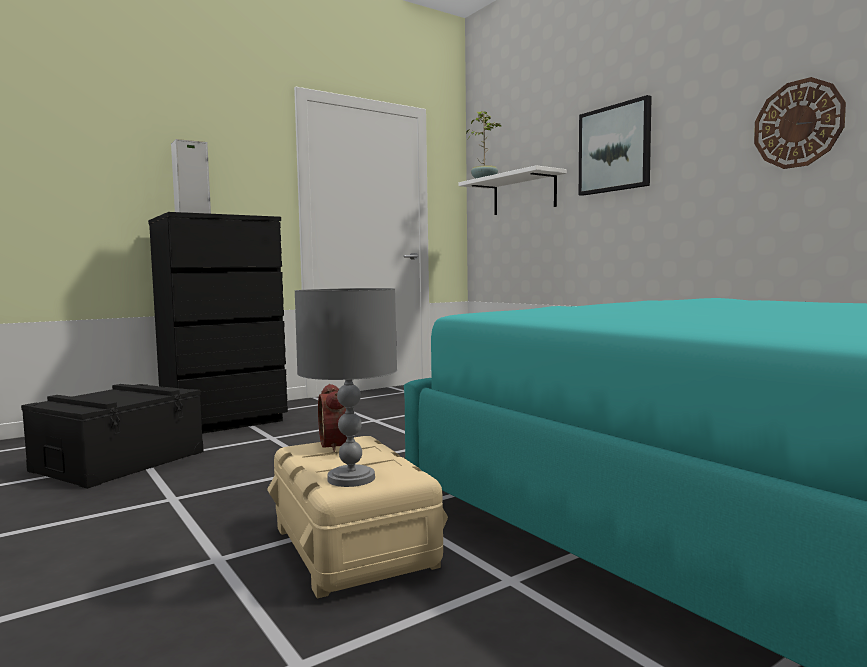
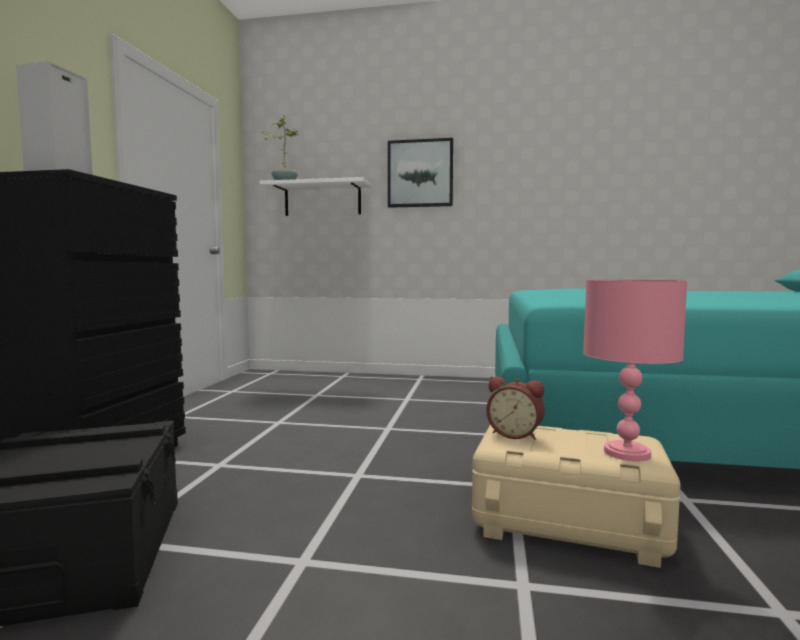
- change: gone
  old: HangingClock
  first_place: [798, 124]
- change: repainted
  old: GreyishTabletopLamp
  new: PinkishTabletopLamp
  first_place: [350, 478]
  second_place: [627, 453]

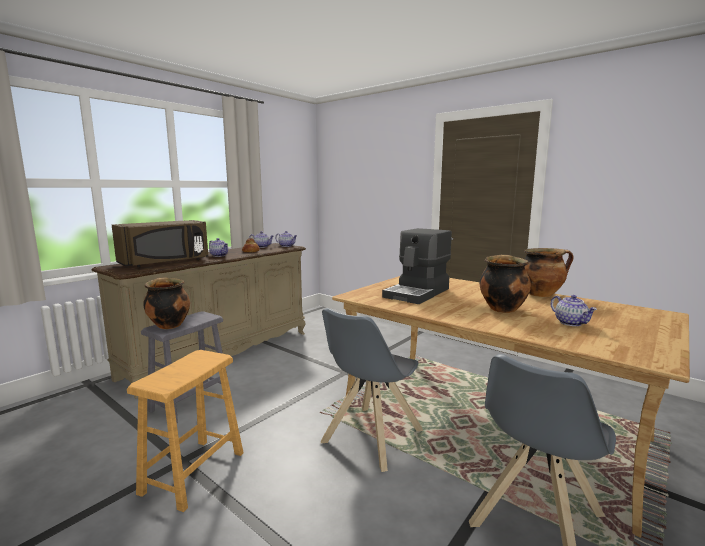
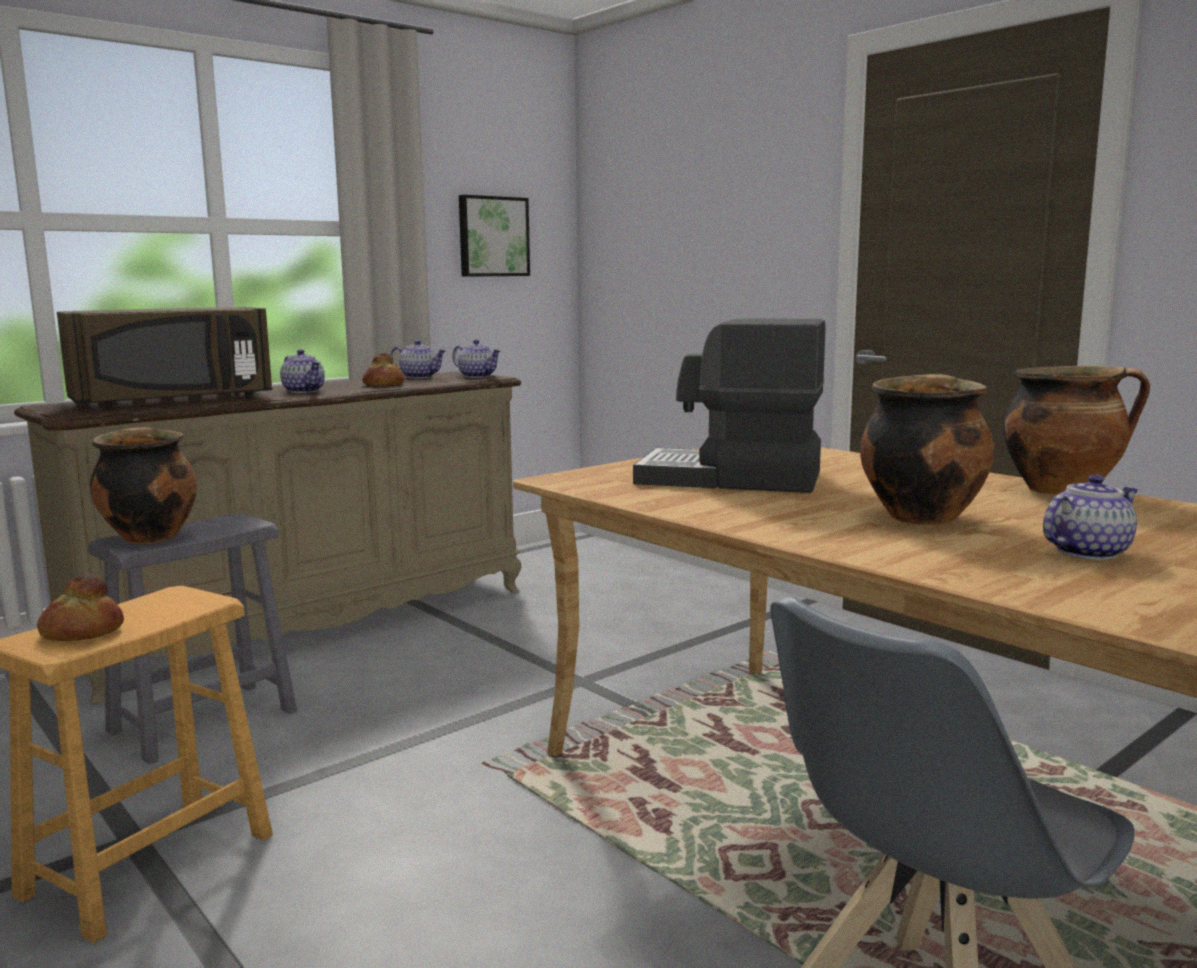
- change: gone
  old: GreyishPlainChair
  first_place: [370, 437]
- change: new
  new: Bread
  second_place: [81, 632]
- change: new
  new: Picture
  second_place: [492, 236]
- change: rotated
  old: CoffeeBrewer
  first_place: [418, 293]
  second_place: [730, 479]
  degrees: 60
- change: rotated
  old: TeaPot
  first_place: [571, 323]
  second_place: [1086, 552]
  degrees: -105

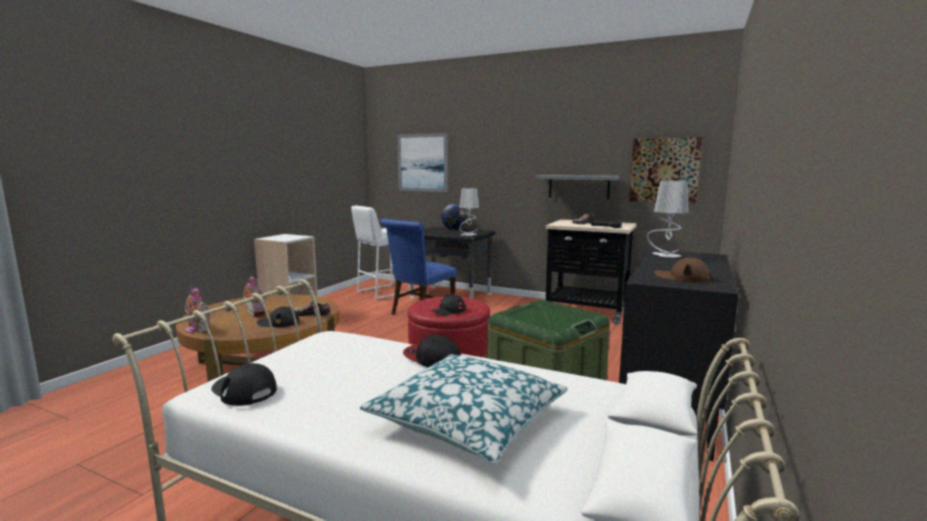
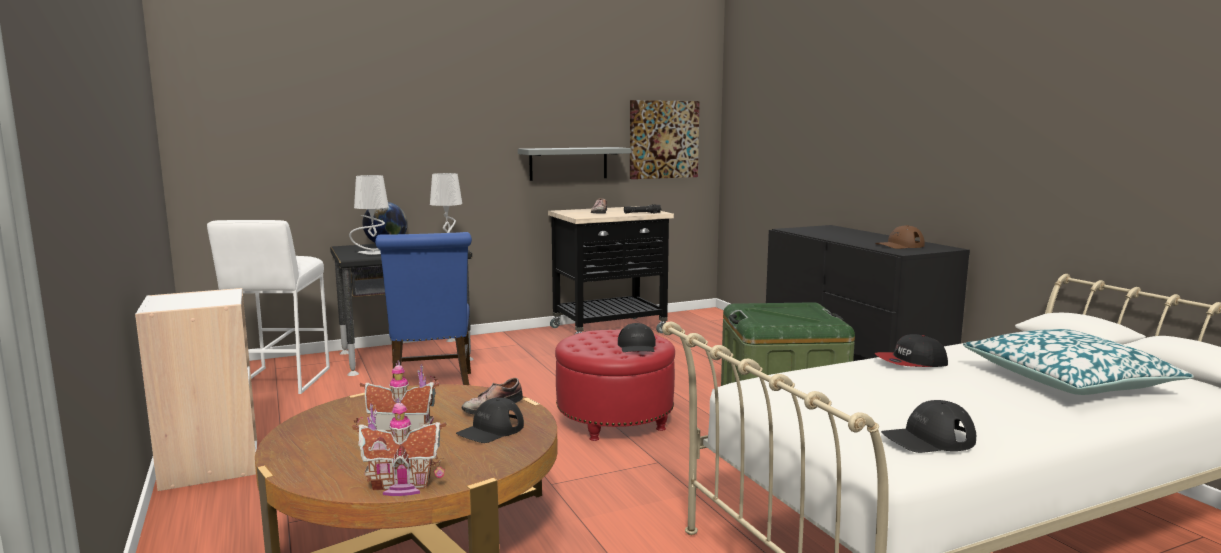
- change: gone
  old: Picture
  first_place: [422, 162]
- change: shifted
  old: GreyishTabletopLamp
  first_place: [665, 256]
  second_place: [372, 253]

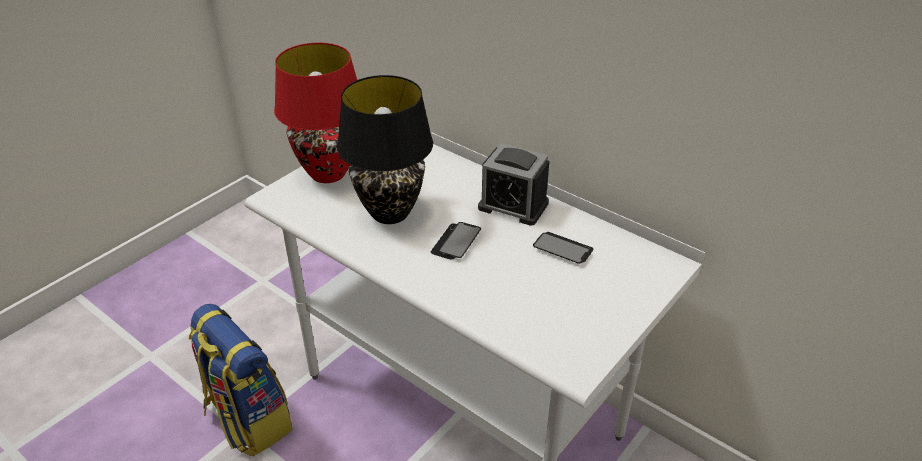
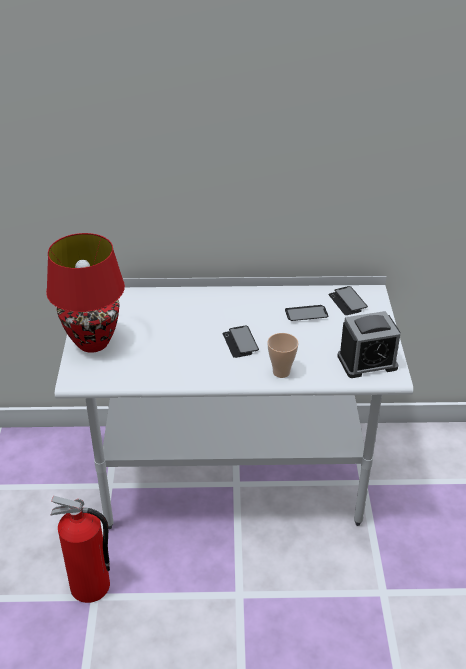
- change: gone
  old: BlackTabletopLamp
  first_place: [391, 213]
- change: new
  new: DrinkingCup
  second_place: [281, 372]
- change: new
  new: Phone
  second_place: [347, 302]
- change: shifted
  old: AlarmClock
  first_place: [513, 205]
  second_place: [367, 362]
- change: swapped
  old: Rucksack
  new: FireExtinguisher
  first_place: [247, 419]
  second_place: [91, 587]

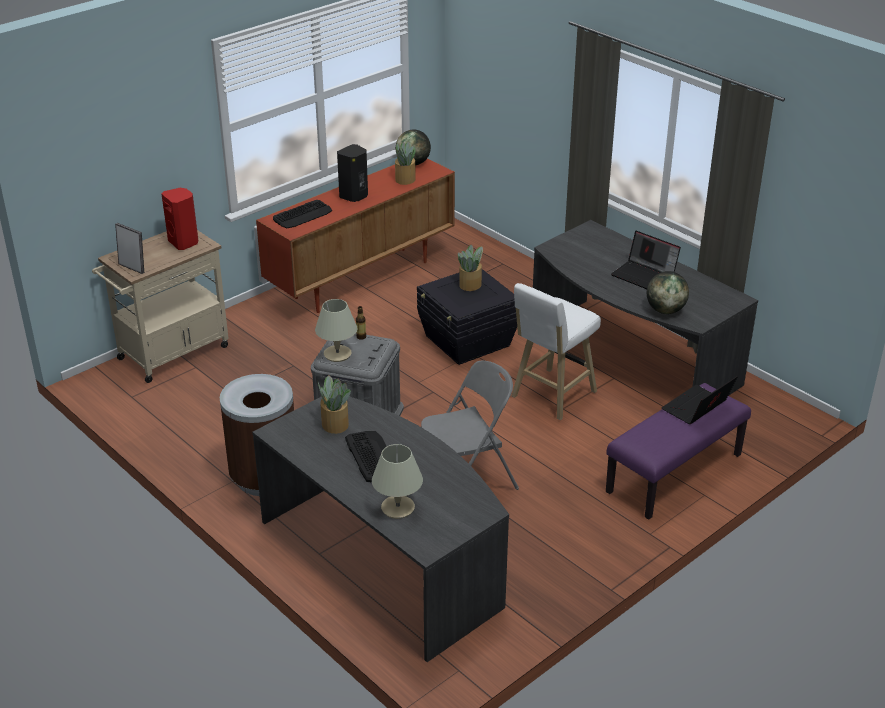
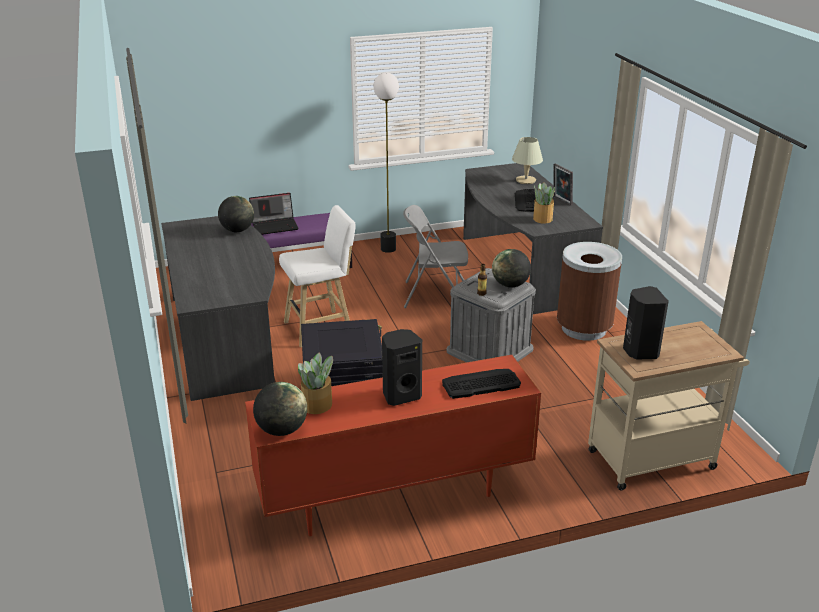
- change: gone
  old: Houseplant
  first_place: [470, 284]
- change: gone
  old: Laptop
  first_place: [645, 276]
- change: new
  new: FloorLamp
  second_place: [388, 249]
- change: shifted
  old: PictureFrame
  first_place: [133, 267]
  second_place: [561, 201]
- change: swapped
  old: SandColouredTabletopLamp
  new: DeskGlobe
  first_place: [337, 354]
  second_place: [510, 285]
- change: repainted
  old: RedColouredLoudspeaker
  new: BlackLoudspeaker
  first_place: [184, 242]
  second_place: [639, 351]

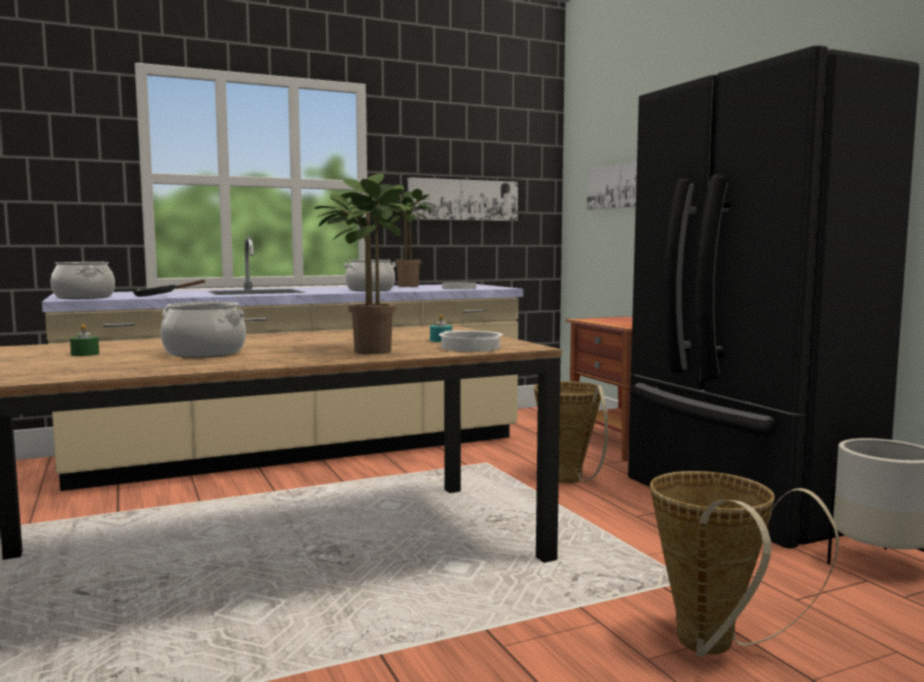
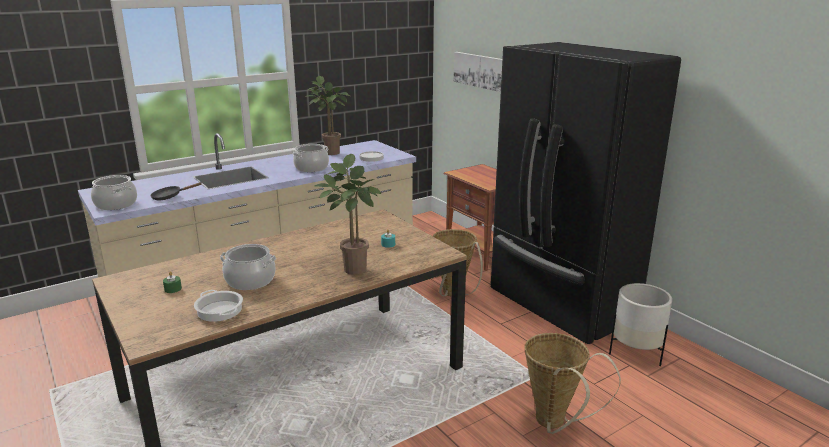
- change: gone
  old: Picture
  first_place: [463, 200]
- change: shifted
  old: Stockpot
  first_place: [471, 348]
  second_place: [220, 310]

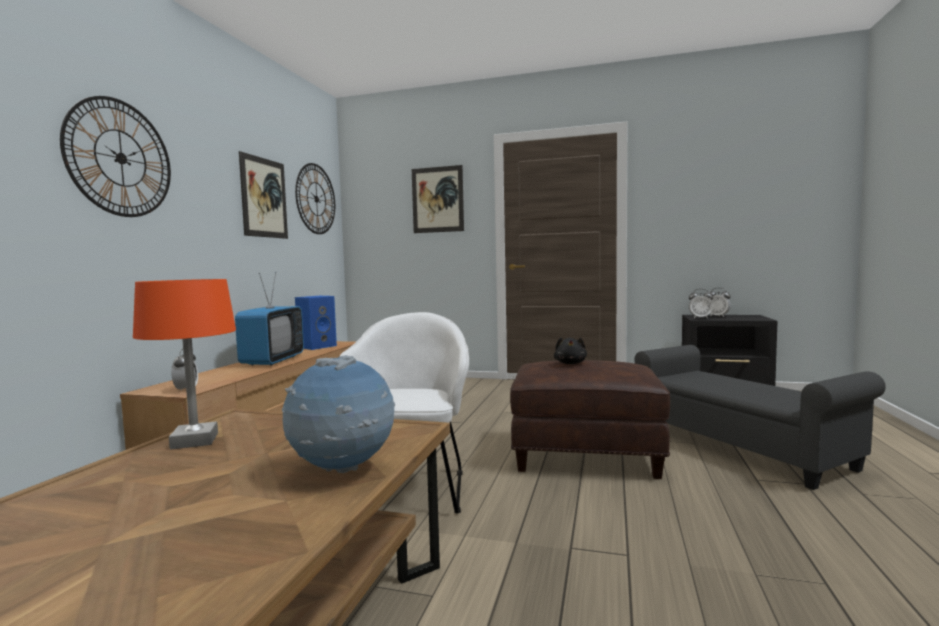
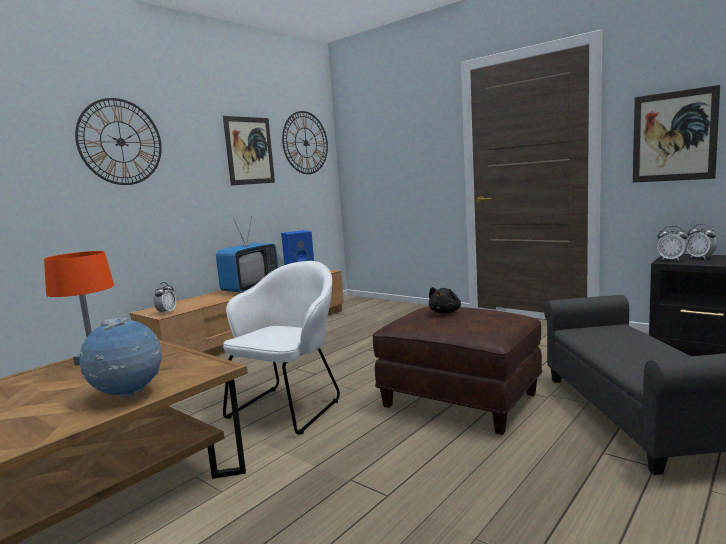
- change: shifted
  old: Picture
  first_place: [437, 199]
  second_place: [673, 136]

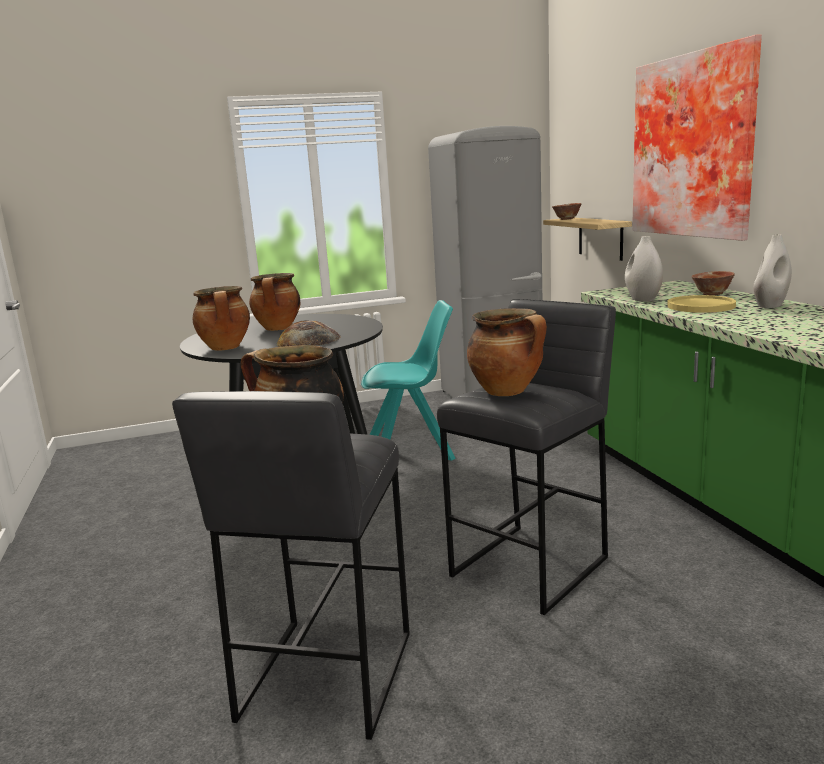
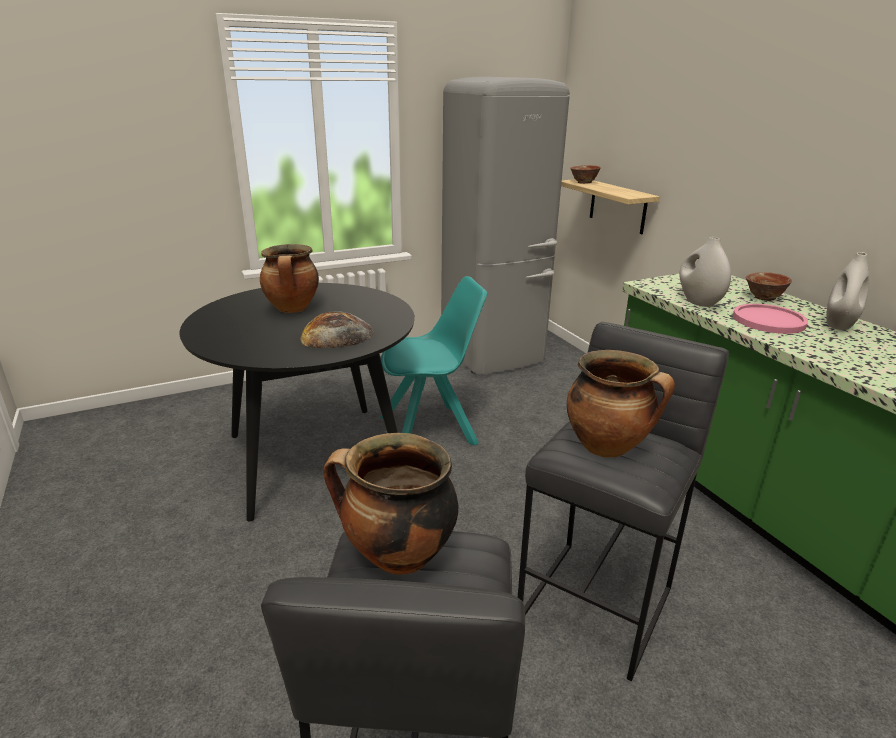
- change: gone
  old: Stockpot
  first_place: [226, 348]
- change: gone
  old: Picture
  first_place: [695, 146]
- change: repainted
  old: YellowishDinnerPlate
  new: PinkishDinnerPlate
  first_place: [701, 306]
  second_place: [768, 320]

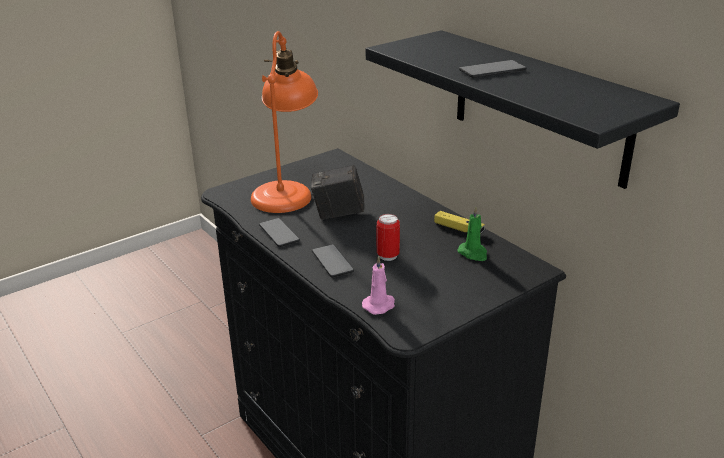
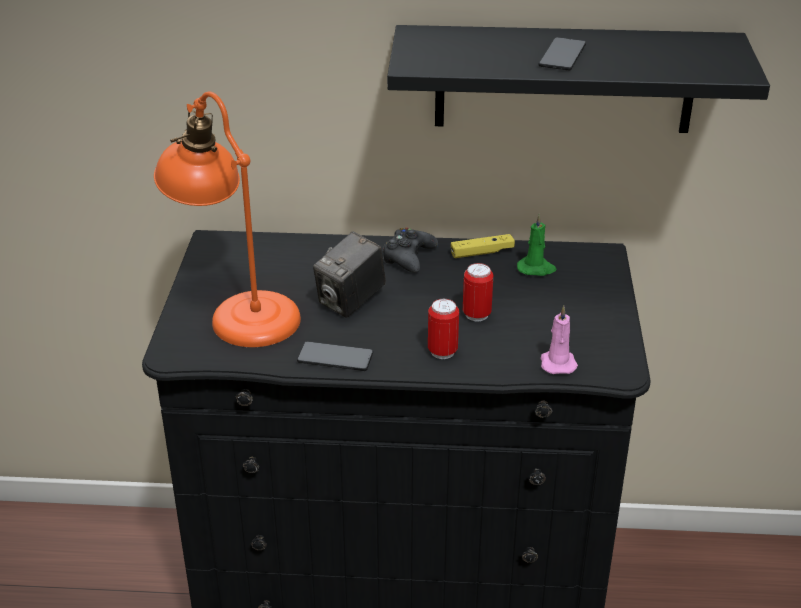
- change: new
  new: BlackJoypad
  second_place: [408, 257]
- change: swapped
  old: Phone
  new: MetalCan
  first_place: [332, 262]
  second_place: [442, 352]

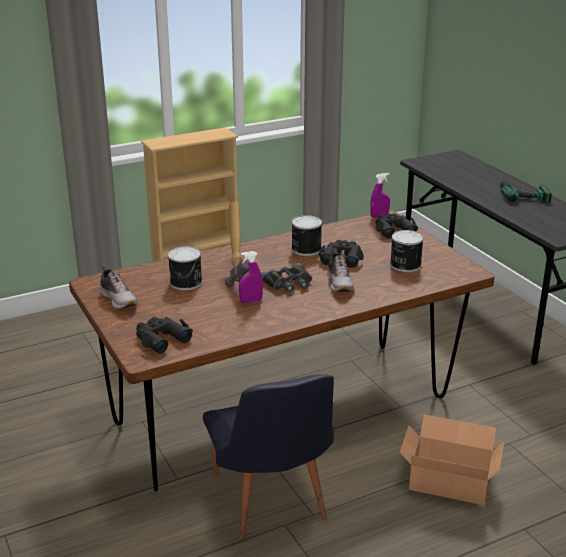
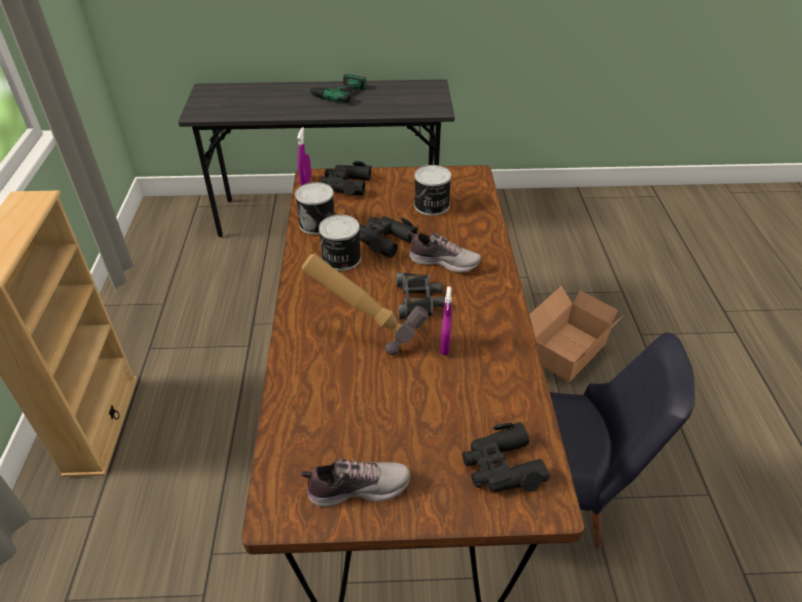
- change: shifted
  old: MetalCan
  first_place: [186, 282]
  second_place: [318, 223]

